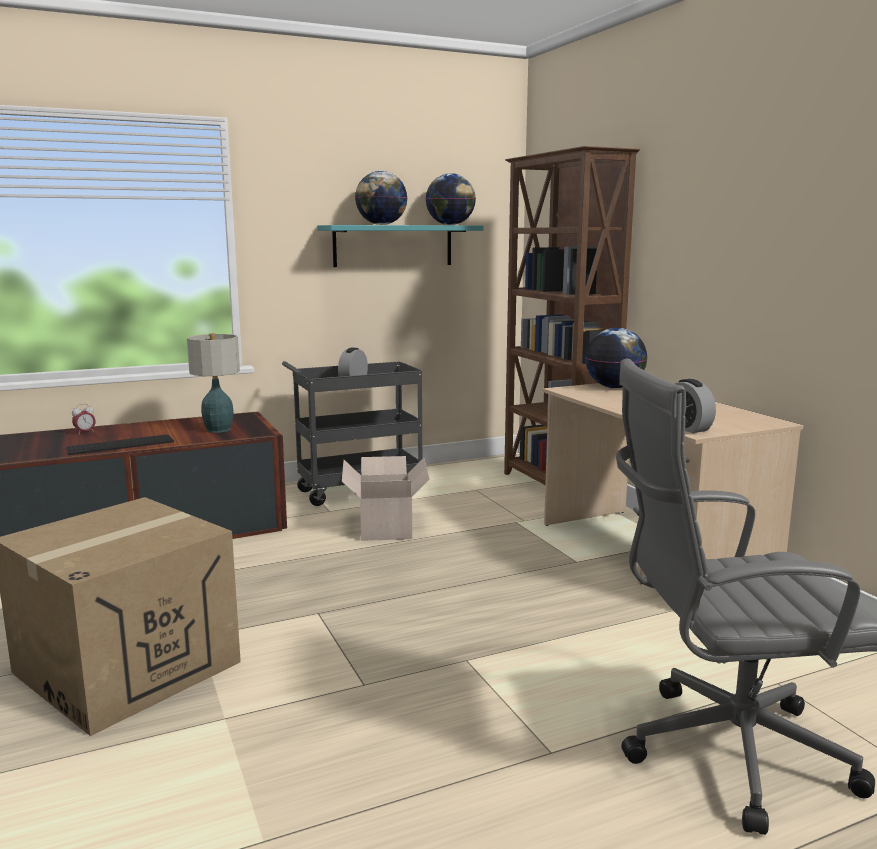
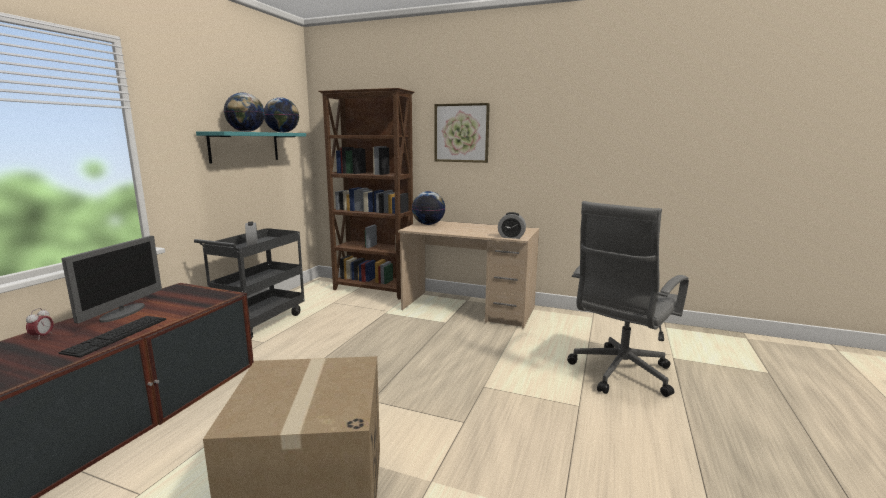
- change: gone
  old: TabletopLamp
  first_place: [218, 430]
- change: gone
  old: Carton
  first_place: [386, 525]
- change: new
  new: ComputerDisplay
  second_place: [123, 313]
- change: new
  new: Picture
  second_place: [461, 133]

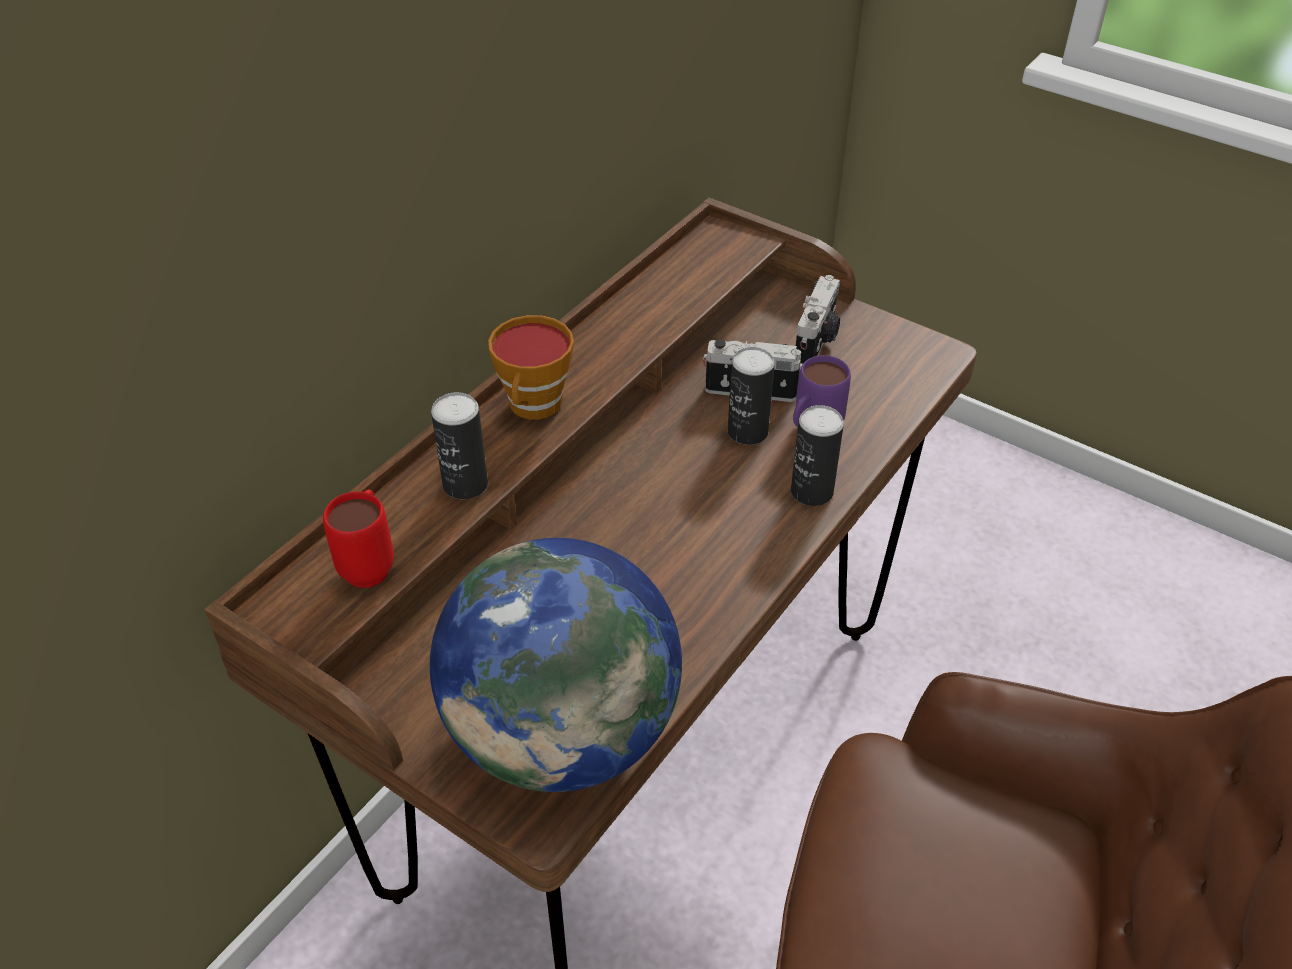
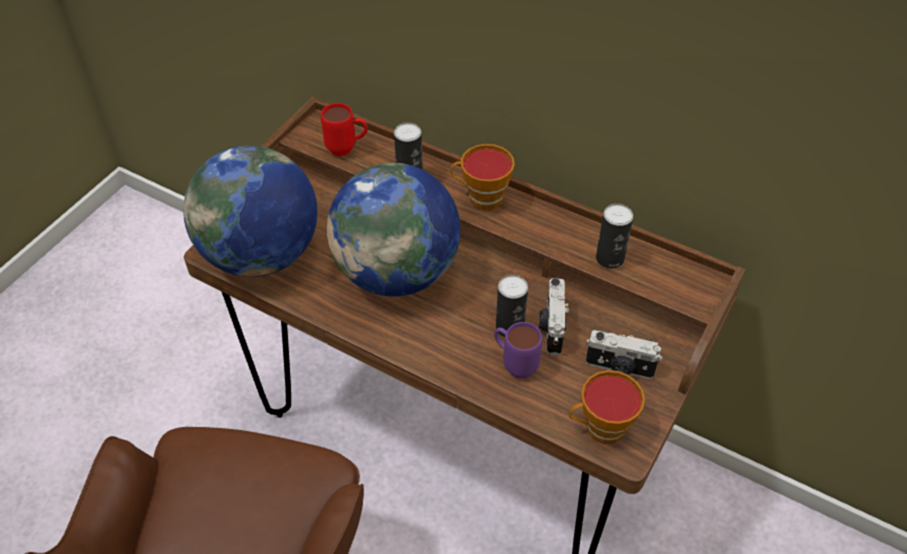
- change: new
  new: DeskGlobe
  second_place: [397, 272]
- change: new
  new: DrinkingCup
  second_place: [600, 429]
- change: shifted
  old: MetalCan
  first_place: [812, 491]
  second_place: [610, 258]

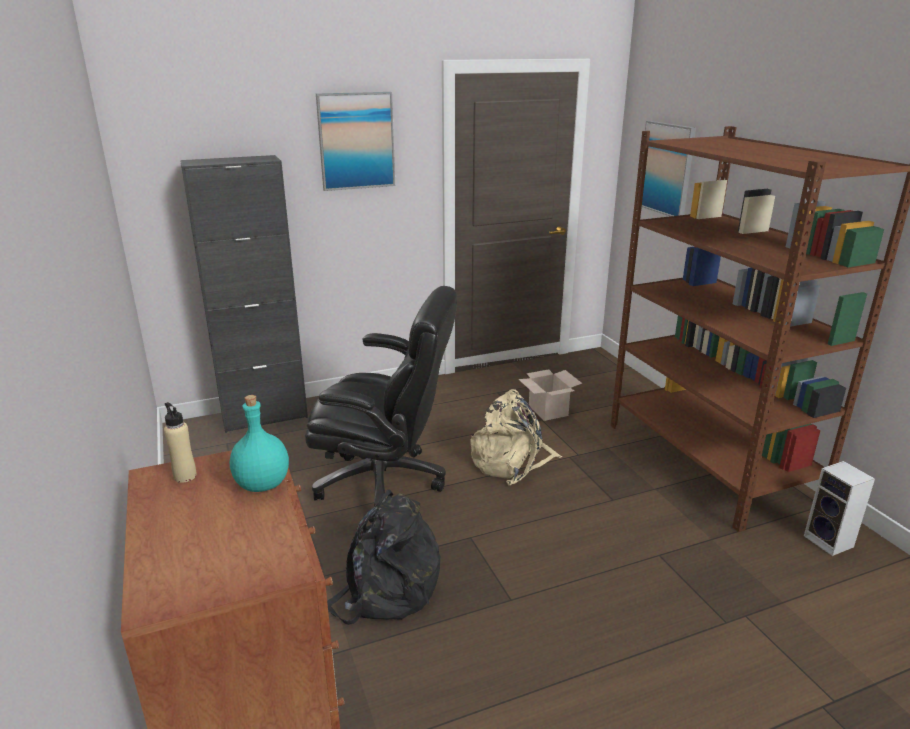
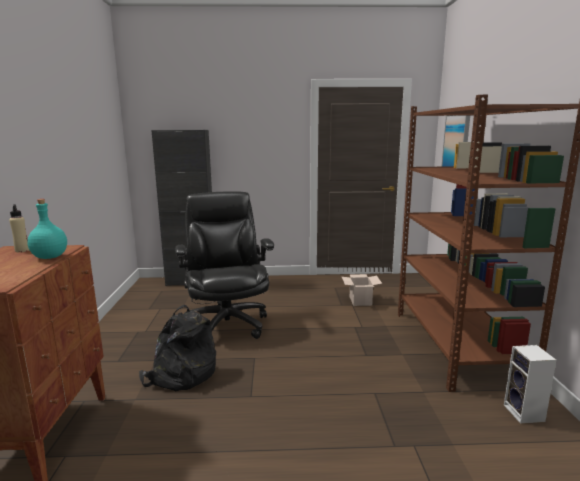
- change: gone
  old: Picture
  first_place: [356, 141]
- change: gone
  old: SandColouredRucksack
  first_place: [512, 462]
- change: rotated
  old: BlackDeskChair
  first_place: [386, 485]
  second_place: [228, 323]
  degrees: -135

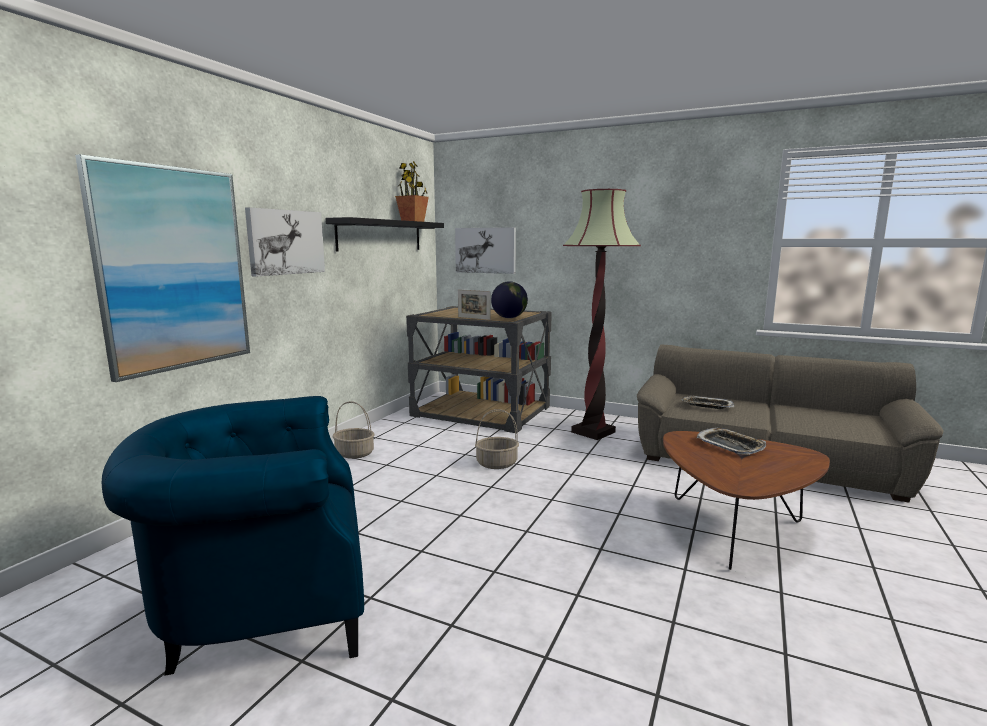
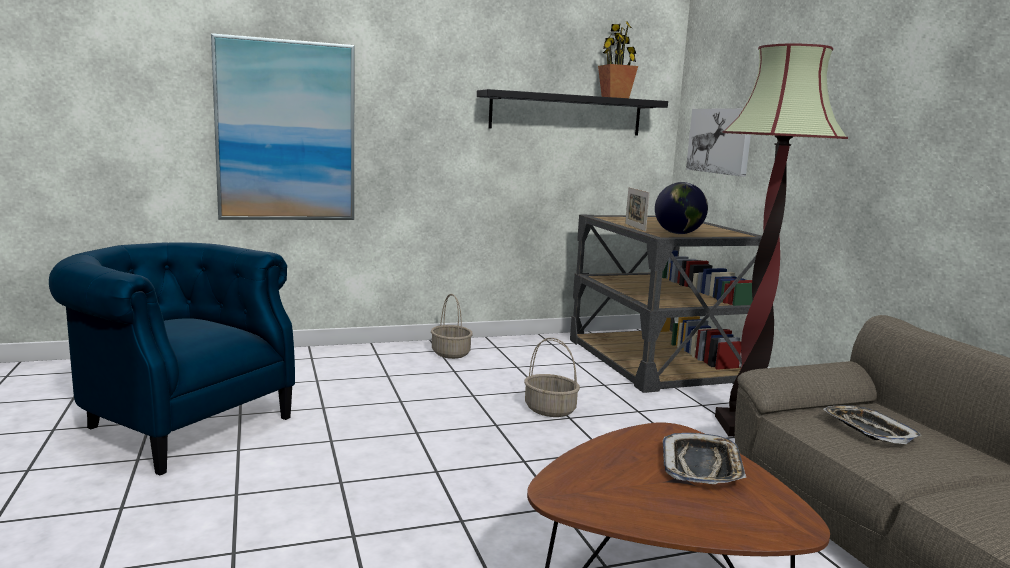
- change: gone
  old: Picture
  first_place: [285, 242]

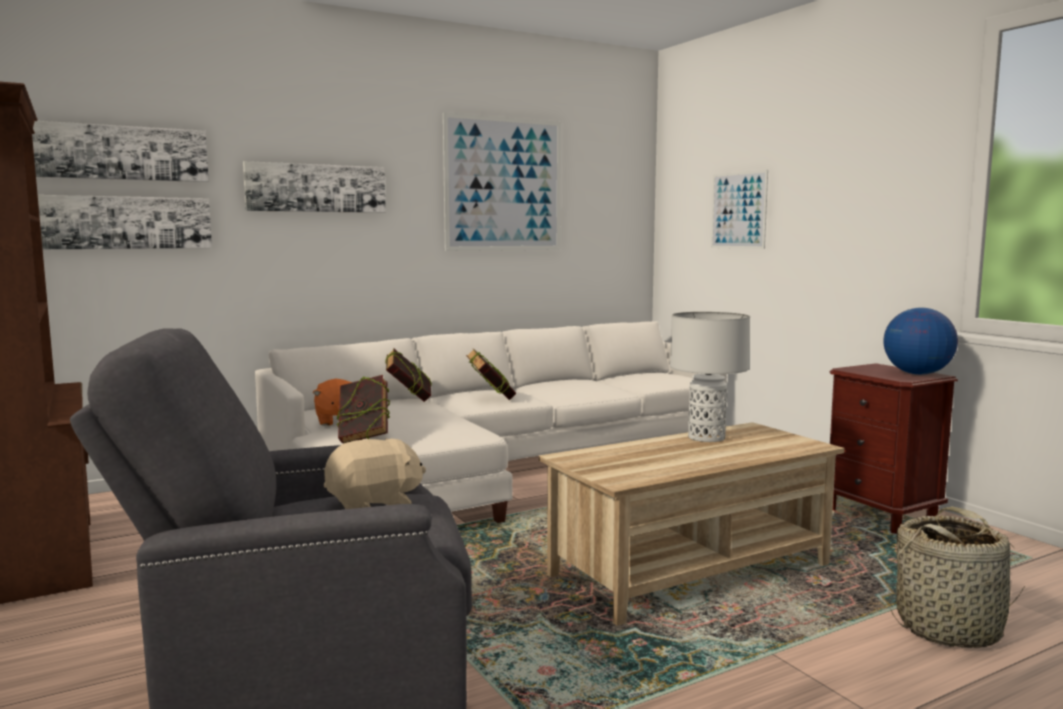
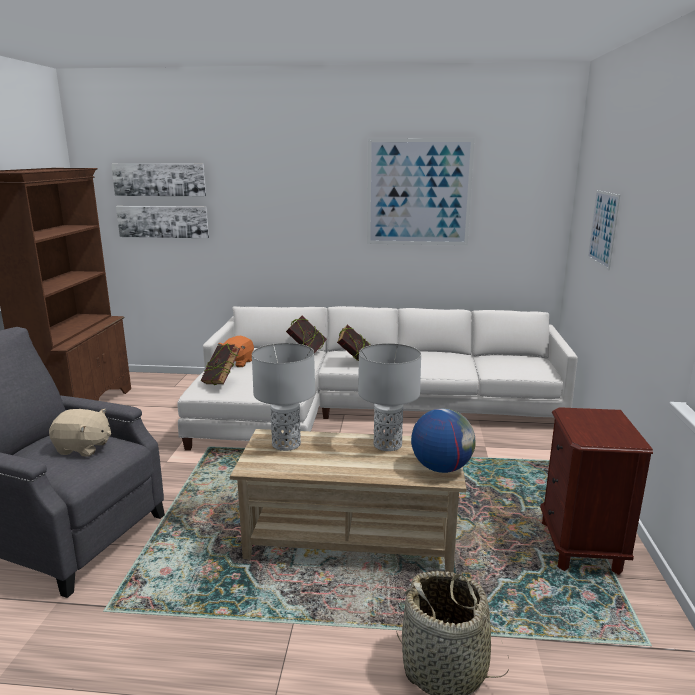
- change: gone
  old: Picture
  first_place: [316, 188]
- change: new
  new: WhitishTabletopLamp
  second_place: [287, 444]
- change: shifted
  old: DeskGlobe
  first_place: [917, 374]
  second_place: [441, 468]

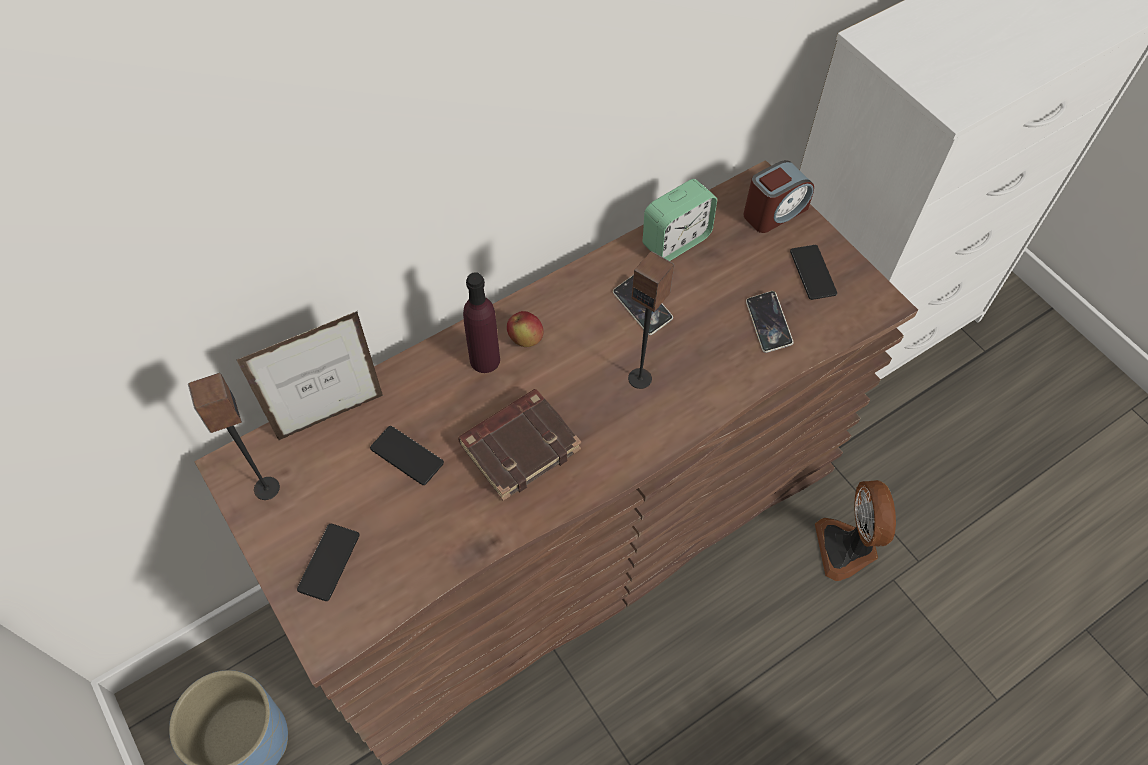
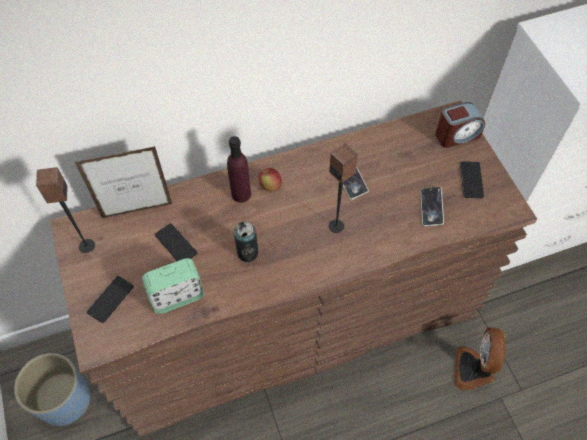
- change: shifted
  old: AlarmClock
  first_place: [676, 241]
  second_place: [177, 296]
- change: swapped
  old: BrownishVolume
  new: MetalCan
  first_place: [520, 446]
  second_place: [247, 253]

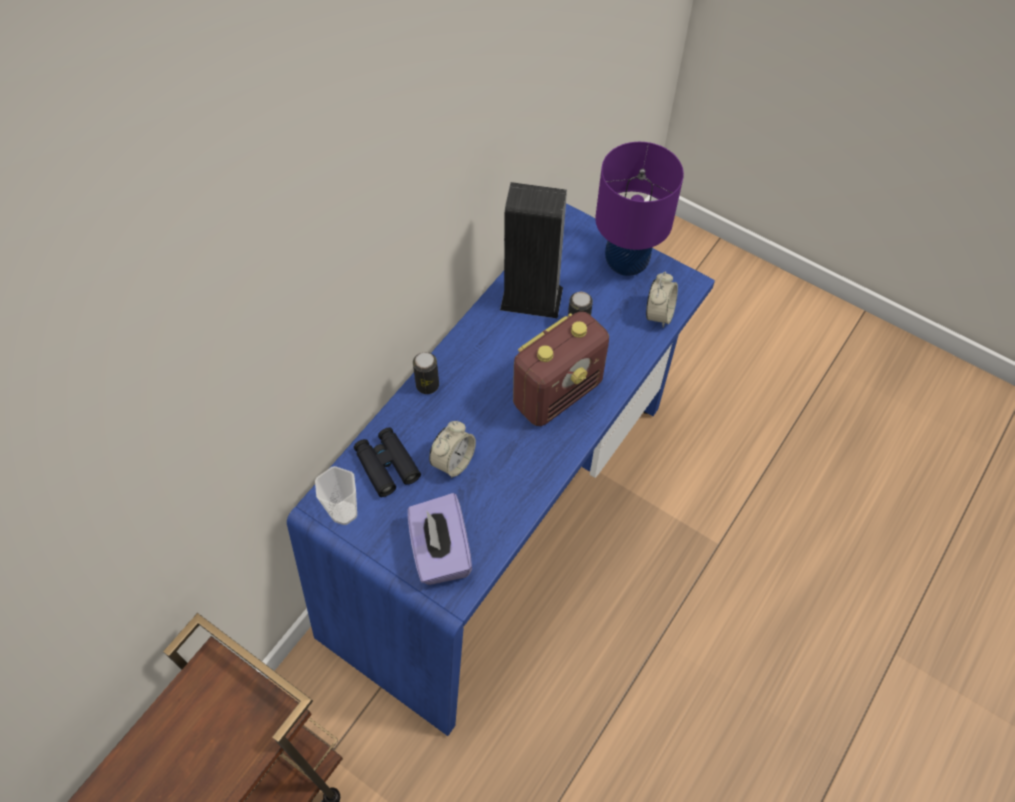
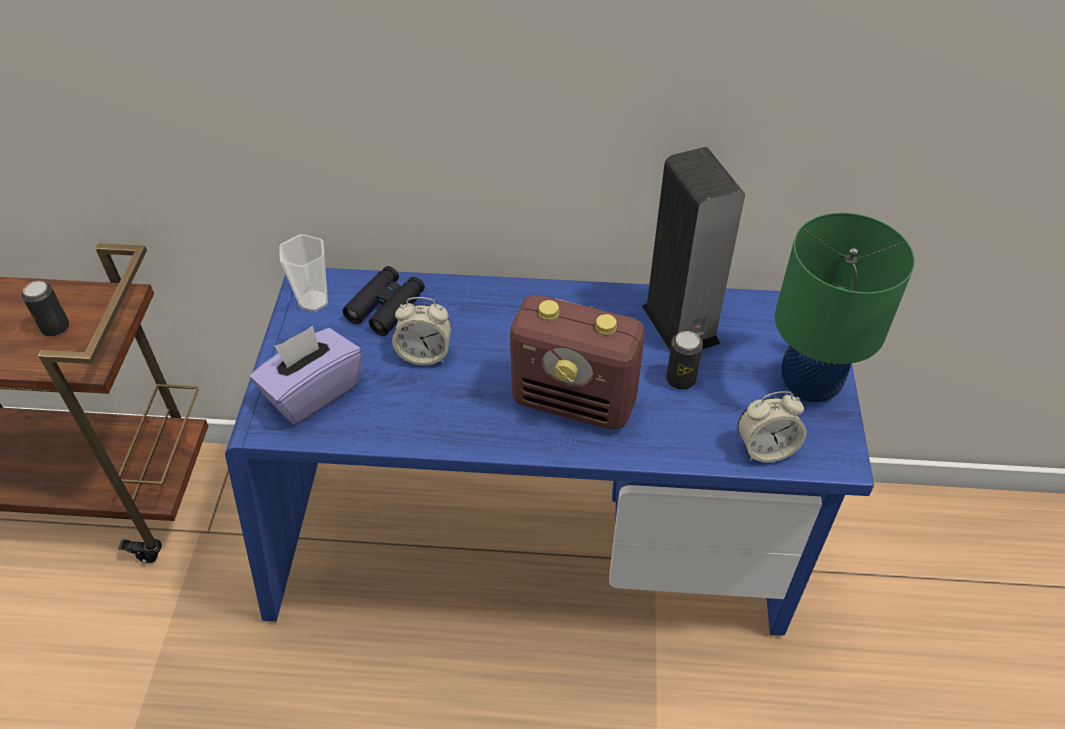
- change: shifted
  old: MetalCan
  first_place: [427, 385]
  second_place: [55, 327]
- change: repainted
  old: PurpleColouredTabletopLamp
  new: GreenishTabletopLamp
  first_place: [628, 262]
  second_place: [812, 386]

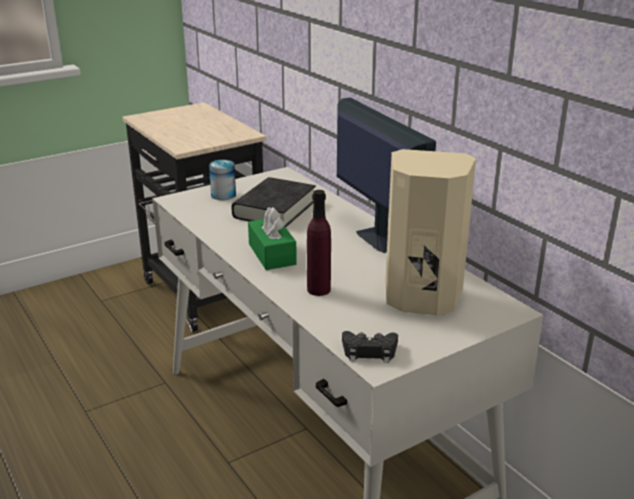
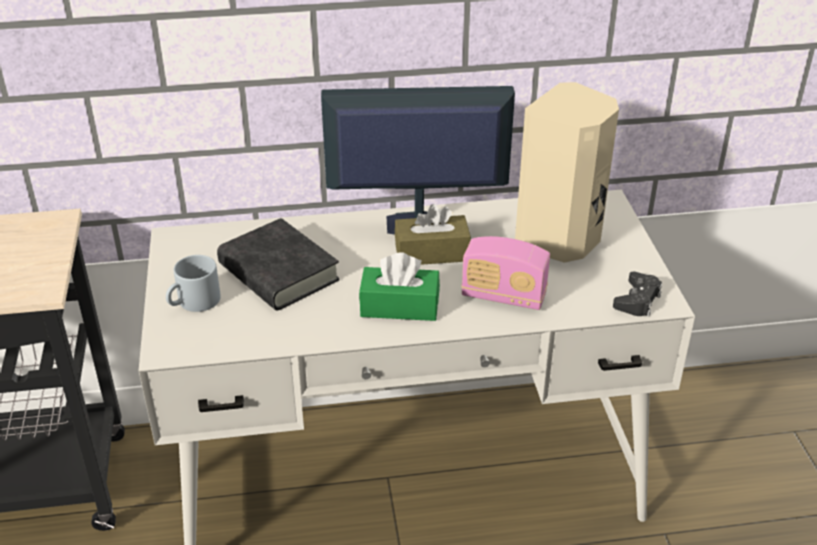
- change: new
  new: BrownishTissueBox
  second_place: [432, 253]
- change: swapped
  old: MetalCan
  new: GreyishTeaMug
  first_place: [223, 195]
  second_place: [194, 303]
- change: swapped
  old: PurpleColouredDrinkBottle
  new: Radio
  first_place: [318, 289]
  second_place: [503, 296]

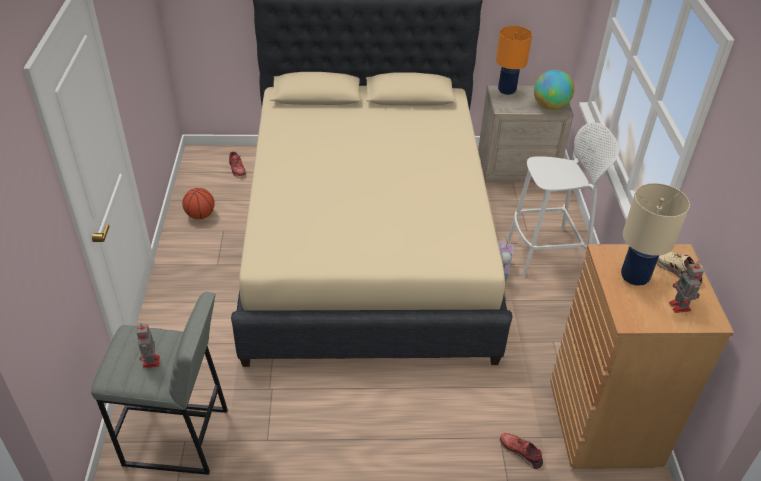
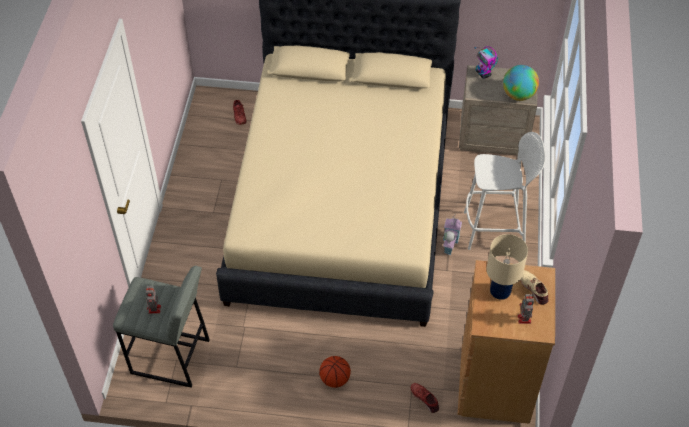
- change: shifted
  old: BasketballBall
  first_place: [200, 215]
  second_place: [335, 379]
- change: swapped
  old: OrangeColouredTabletopLamp
  new: ToyRobot
  first_place: [507, 91]
  second_place: [483, 74]

